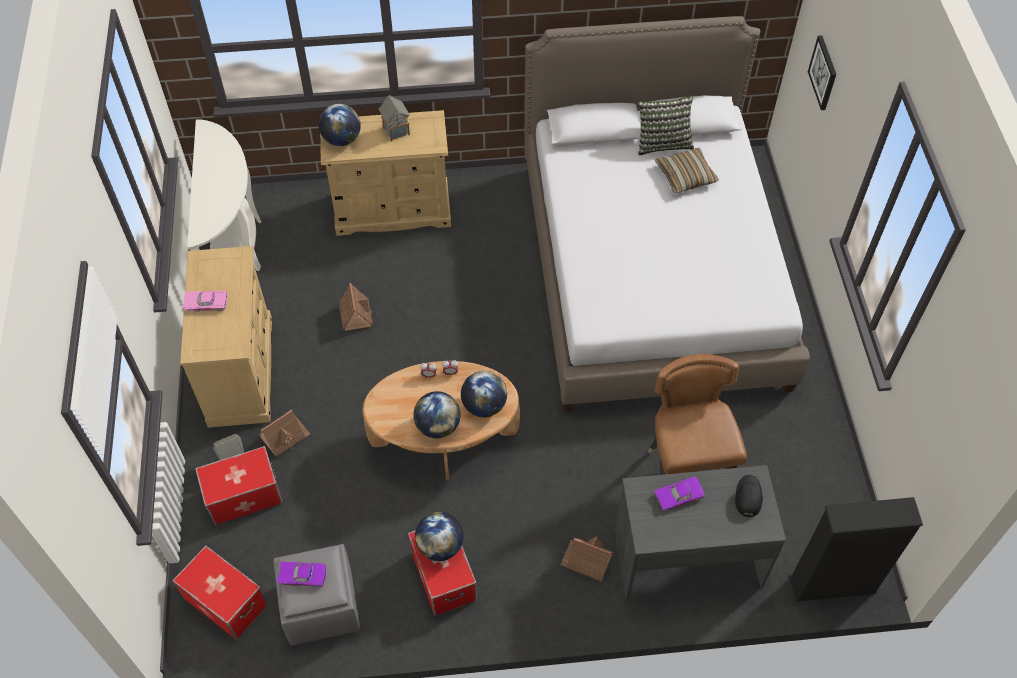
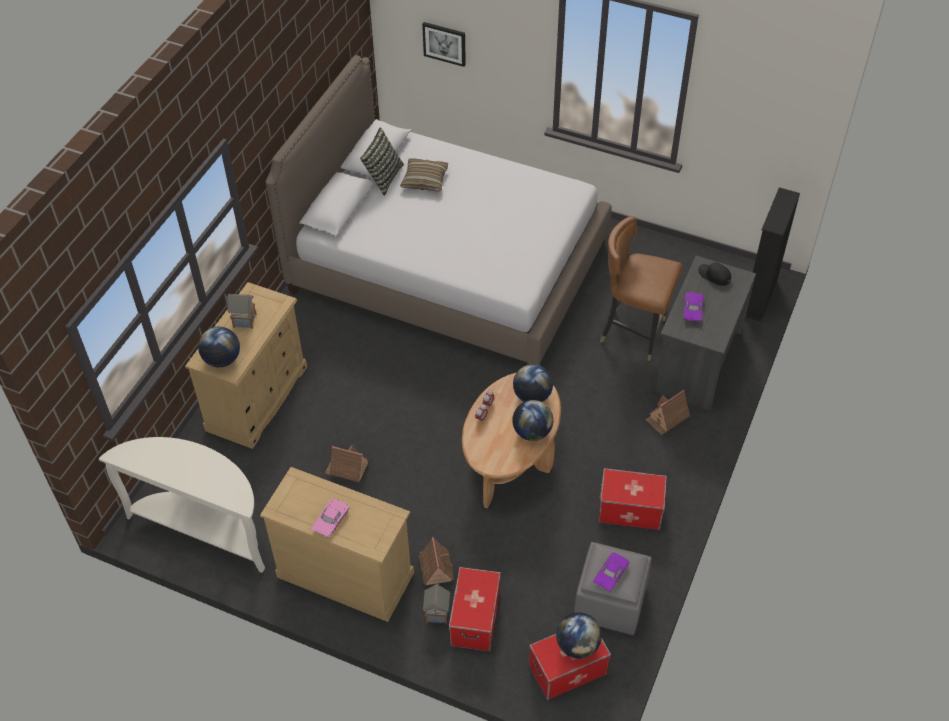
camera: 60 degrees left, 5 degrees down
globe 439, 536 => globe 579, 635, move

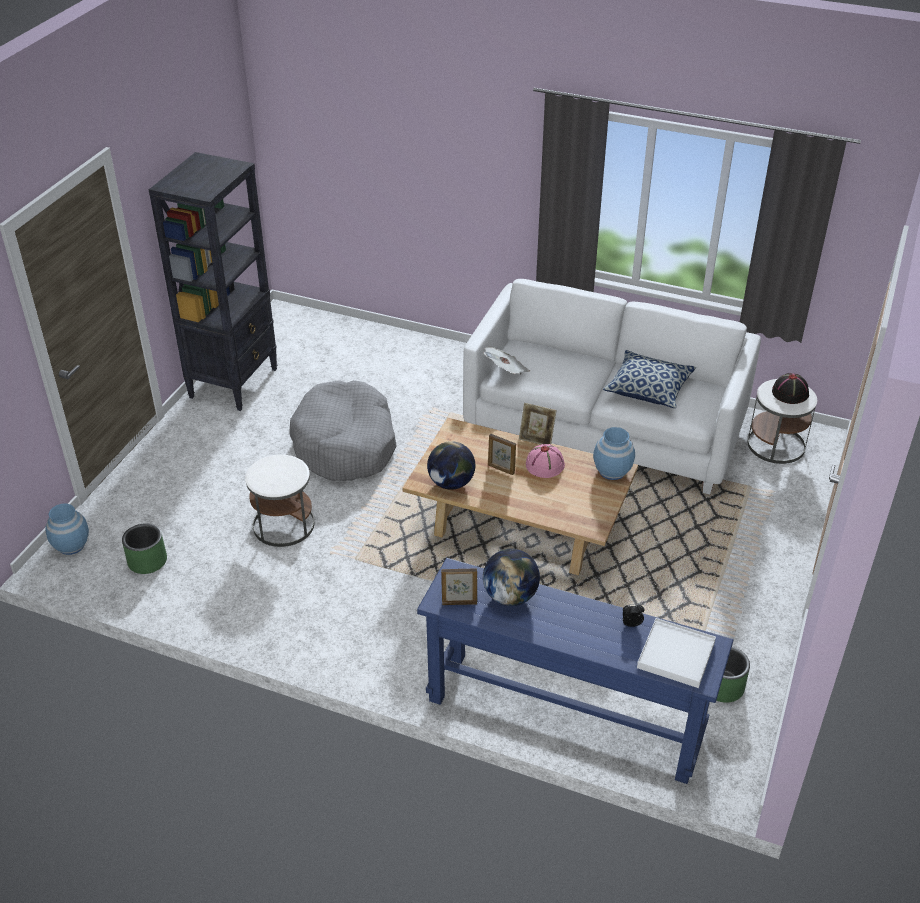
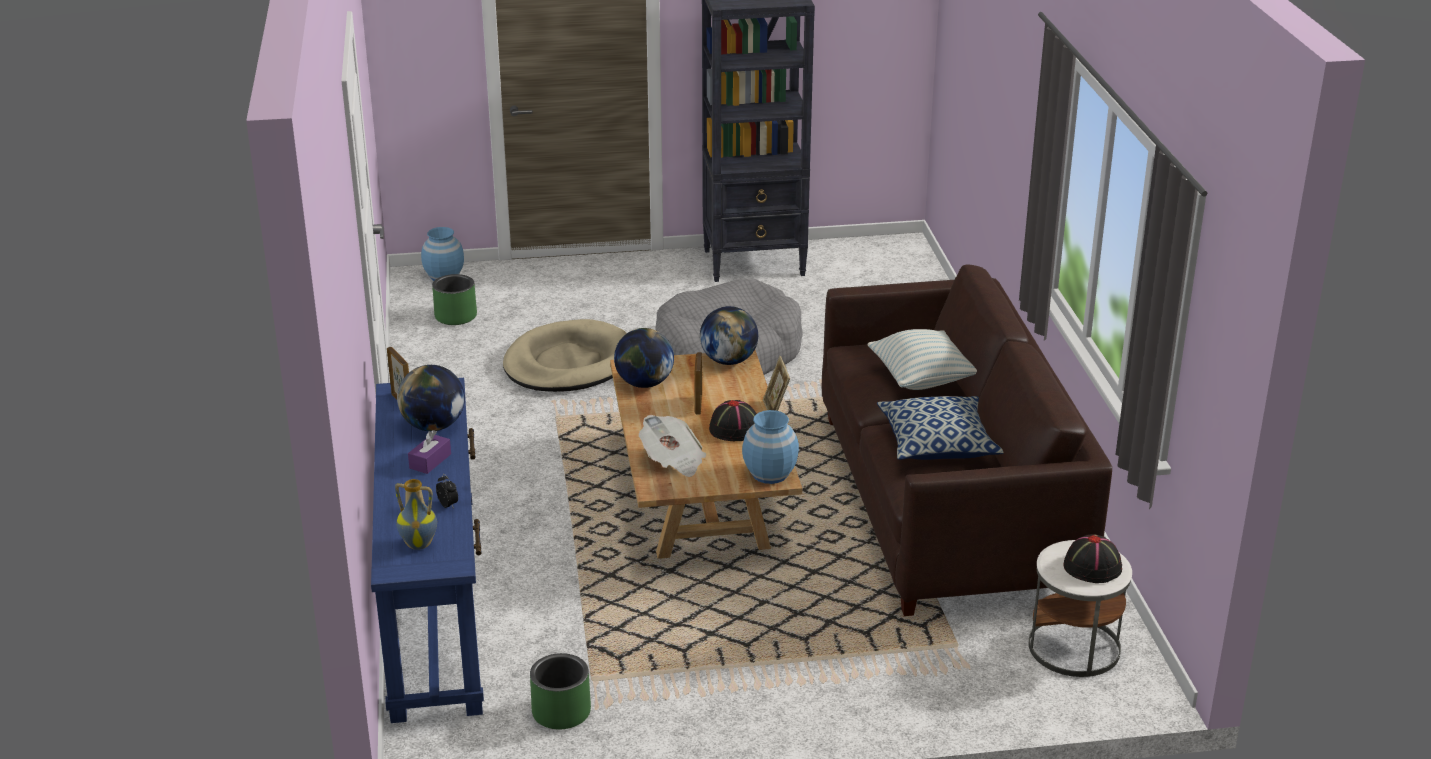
camera: 60 degrees right, 10 degrees down
carrying tray (whitish) 676, 653 => flower vase 416, 514
nothing => tissue holder (purplish) 429, 452
end table (whitish) 279, 501 => dog bed (sand-coloured) 565, 355
printed paper 506, 360 => printed paper 673, 446, move
nothing => globe 729, 335
clothing hat (pink) 545, 461 => clothing hat (blackish) 732, 420
settee (whitish) 612, 386 => settee (brownish) 967, 440
nothing => cushion 922, 359

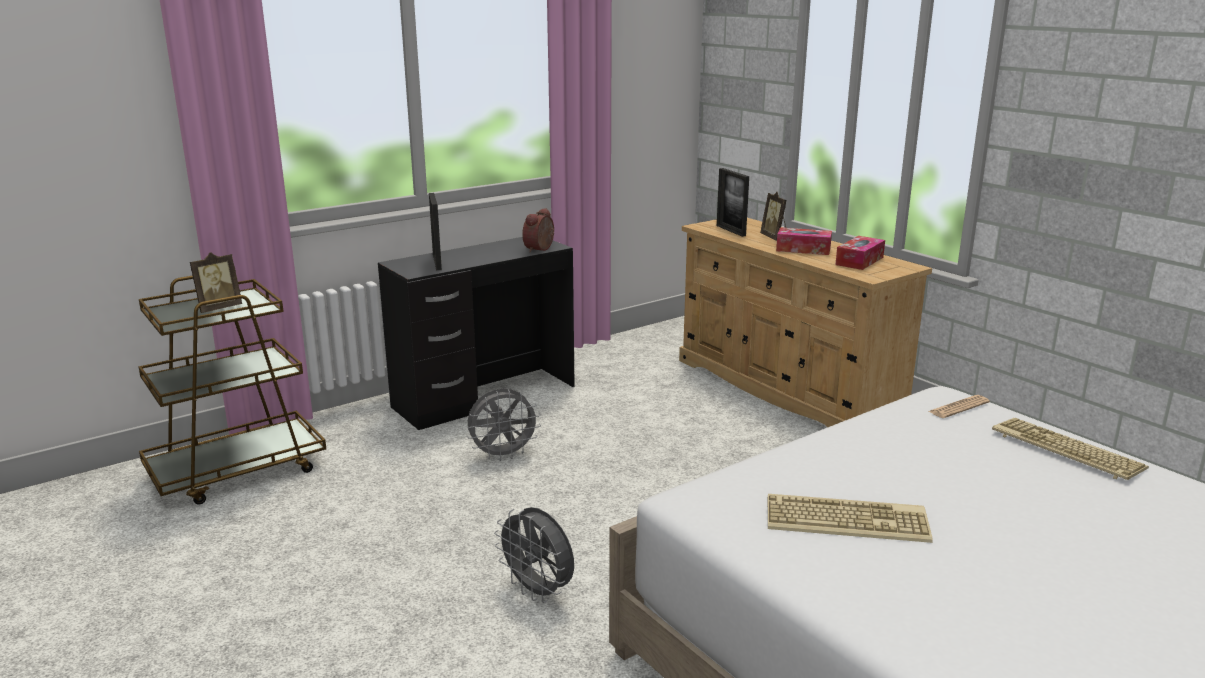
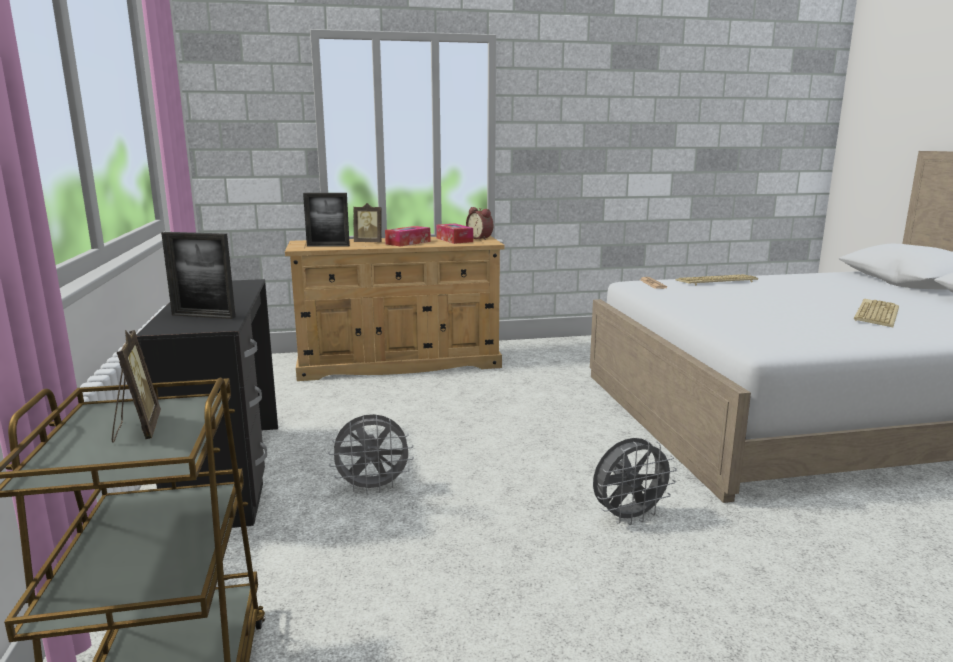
camera: 65 degrees left, 5 degrees down
fan (grey) 503, 424 => fan (grey) 371, 454, 75 degrees clockwise
bedside clock 538, 230 => bedside clock 479, 223, move
keyboard 850, 518 => keyboard 876, 313, move

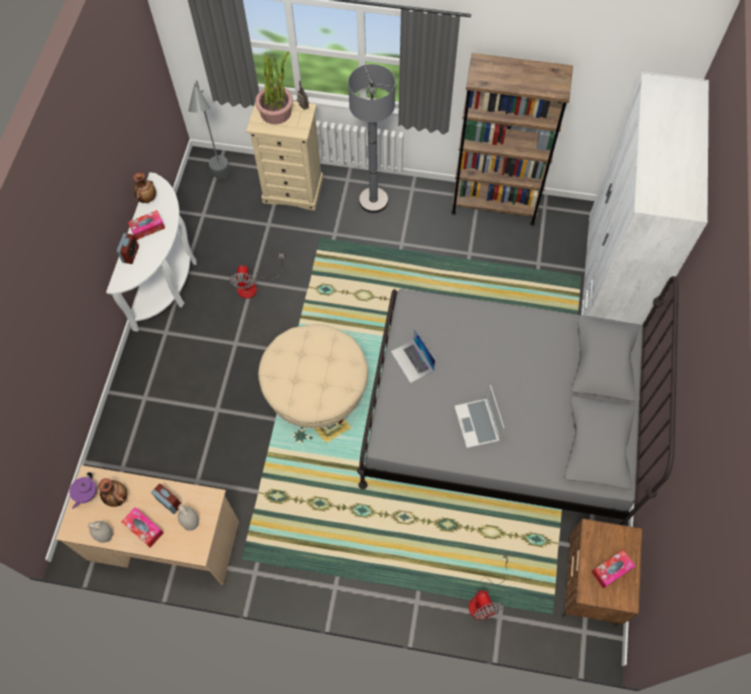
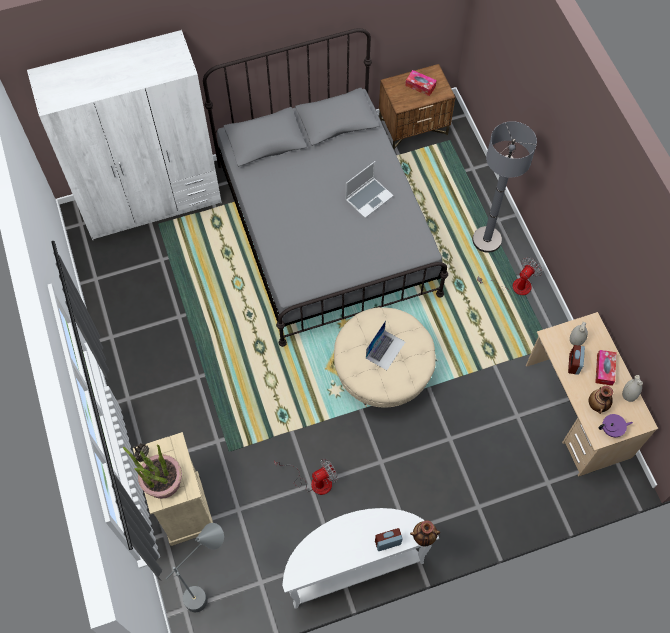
camera: 120 degrees left, 0 degrees up
portable computer 413, 355 => portable computer 385, 345, move
flower vase 144, 187 => flower vase 425, 533, move
standing lamp (grey) 371, 138 => standing lamp (grey) 504, 187, move
fan 489, 587 => fan 509, 277, move
tissue holder 146, 225 => nothing
shelving unit (brownish) 512, 139 => nothing

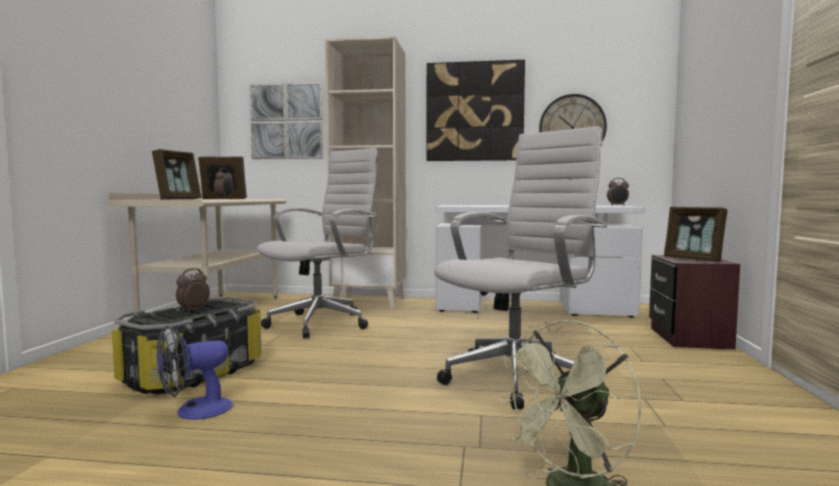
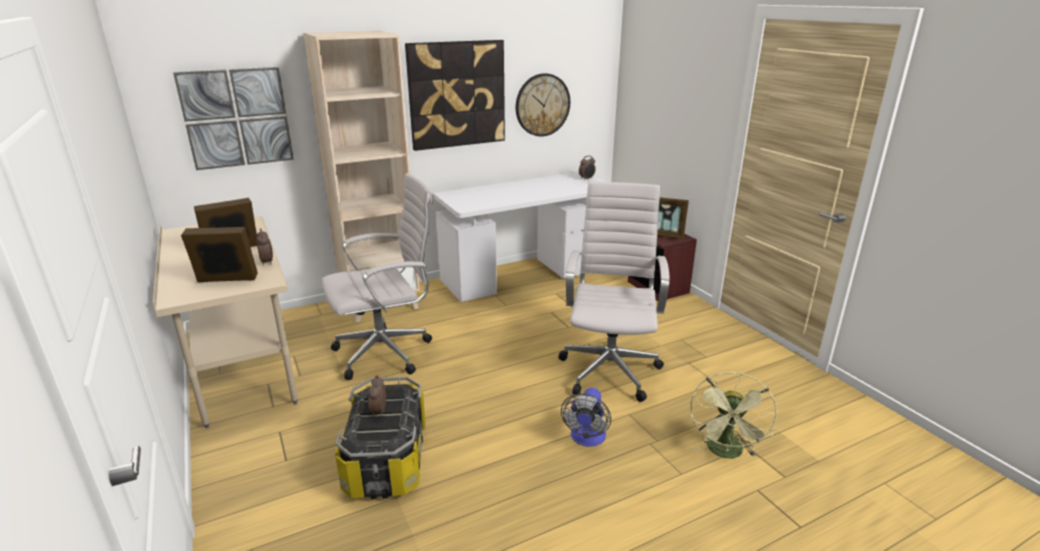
camera: 35 degrees left, 20 degrees up
photo frame 176, 174 => photo frame 219, 254, 75 degrees counterclockwise
desk chair (whitish) 317, 243 => desk chair (whitish) 377, 276, 60 degrees clockwise
fan 195, 372 => fan 586, 417, move

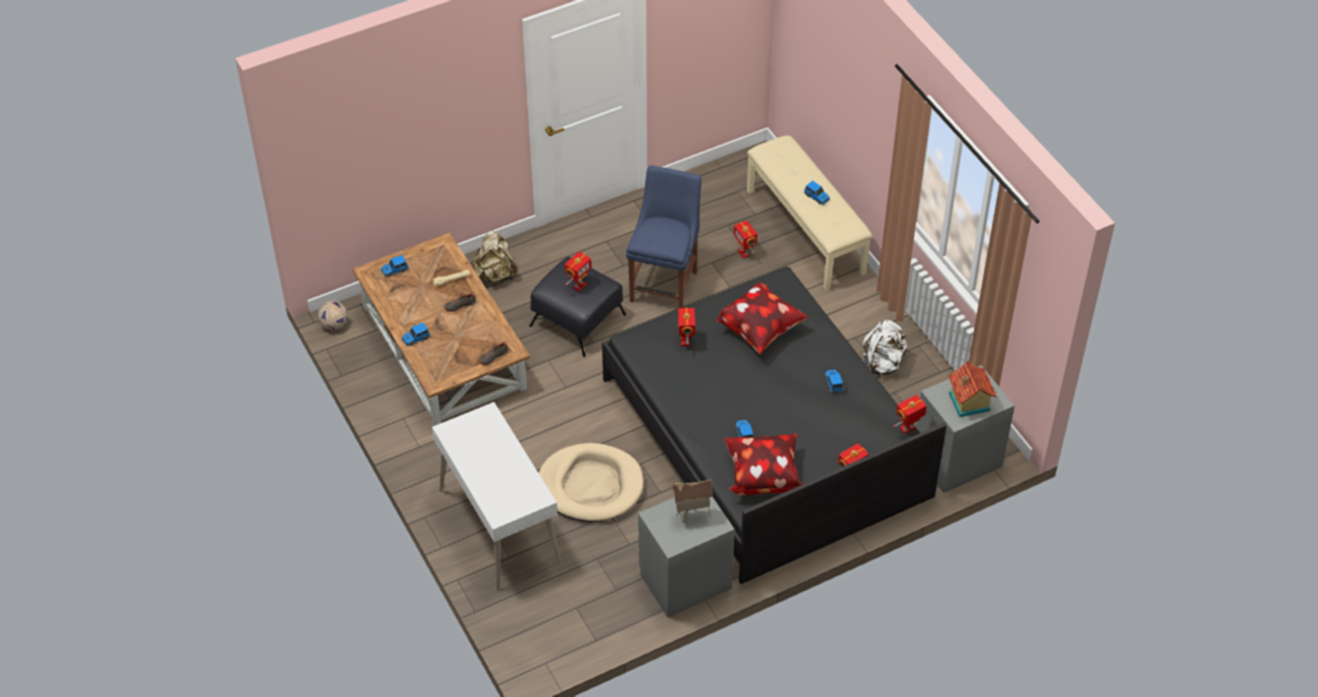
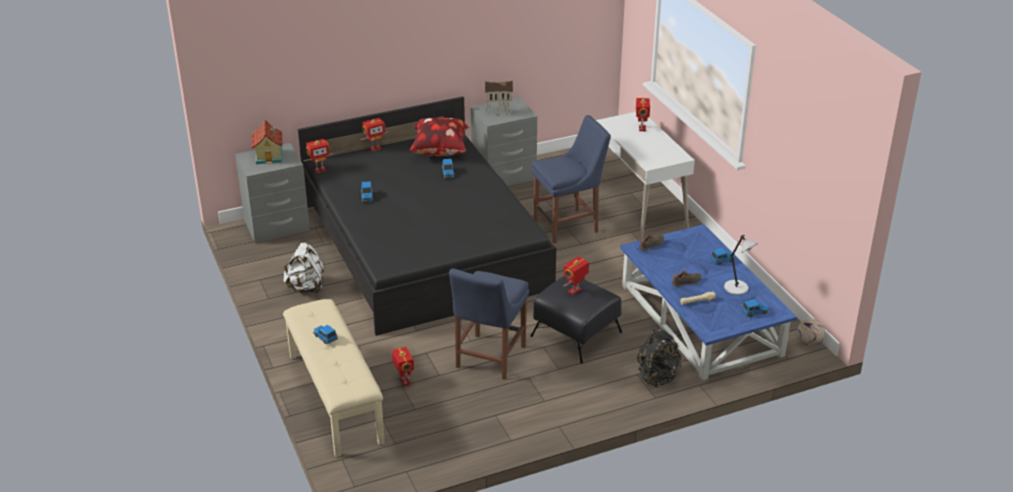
camera: 175 degrees left, 15 degrees down
dog bed (sand-coloured) 591, 482 => plain chair (bluish) 571, 179
low table (brownish) 441, 329 => low table (bluish) 708, 302
toy robot 687, 326 => toy robot 643, 114, move
knapsack (sand-coloured) 495, 257 => knapsack (blackish) 659, 358
nothing => tabletop lamp (grey) 741, 265
cushion 762, 318 => nothing

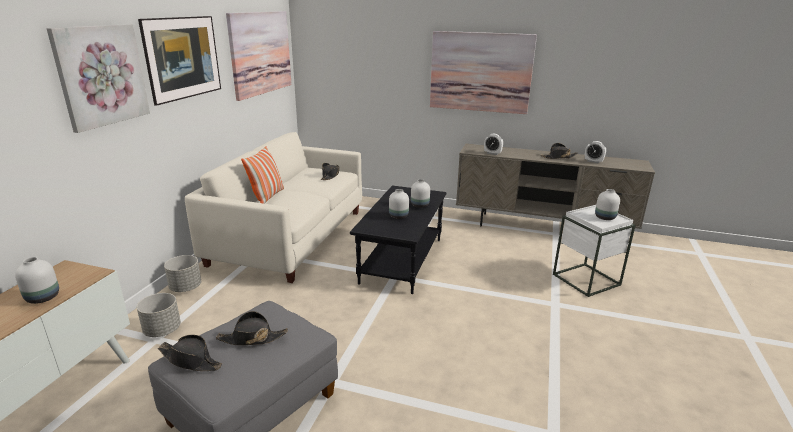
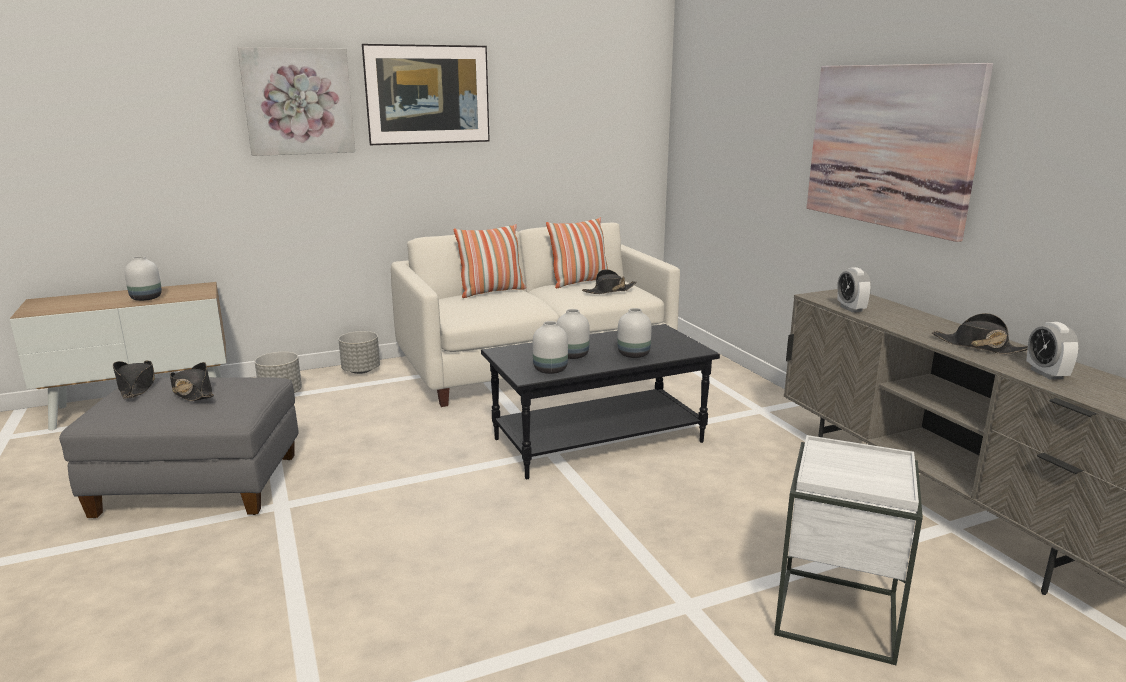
camera: 50 degrees right, 5 degrees down
flower vase (whitish) 607, 204 => flower vase (whitish) 550, 347, move
nothing => cushion 577, 252
picture 259, 56 => nothing

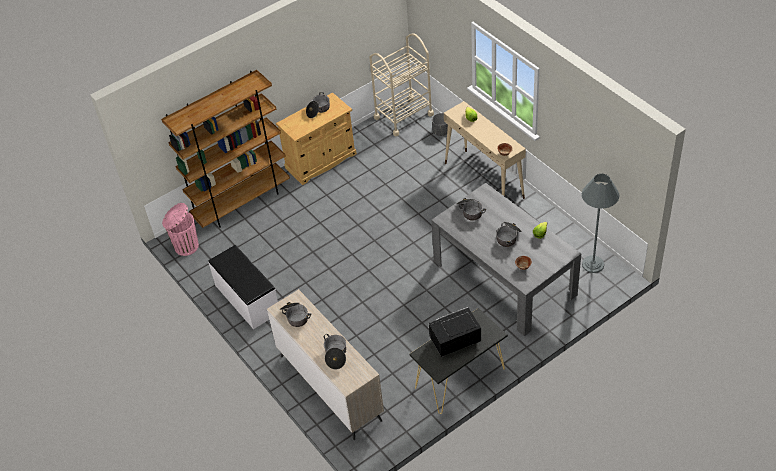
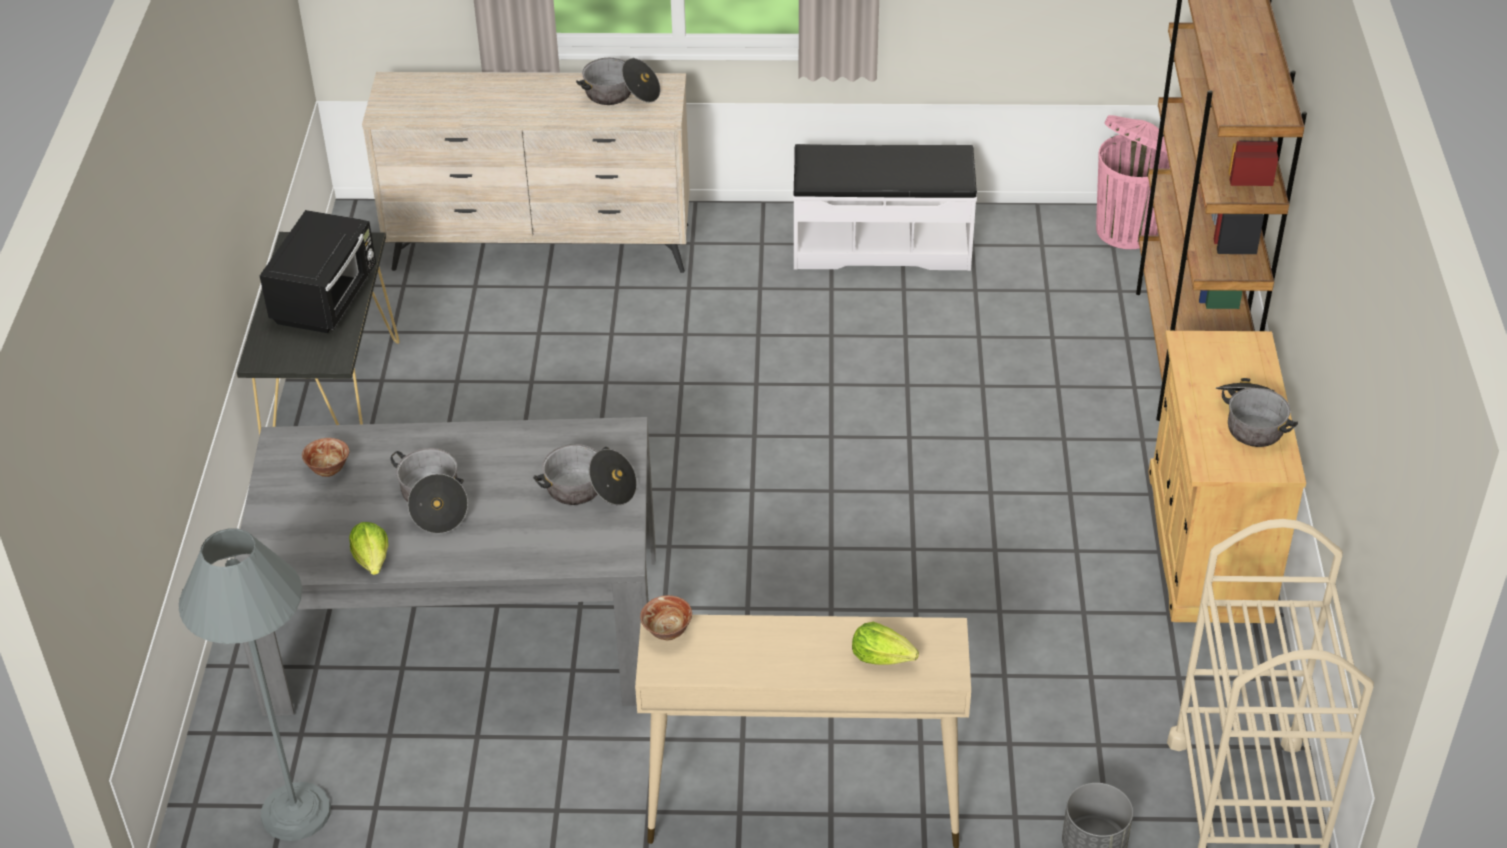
camera: 125 degrees right, 5 degrees down
cooking pot 335, 351 => nothing

